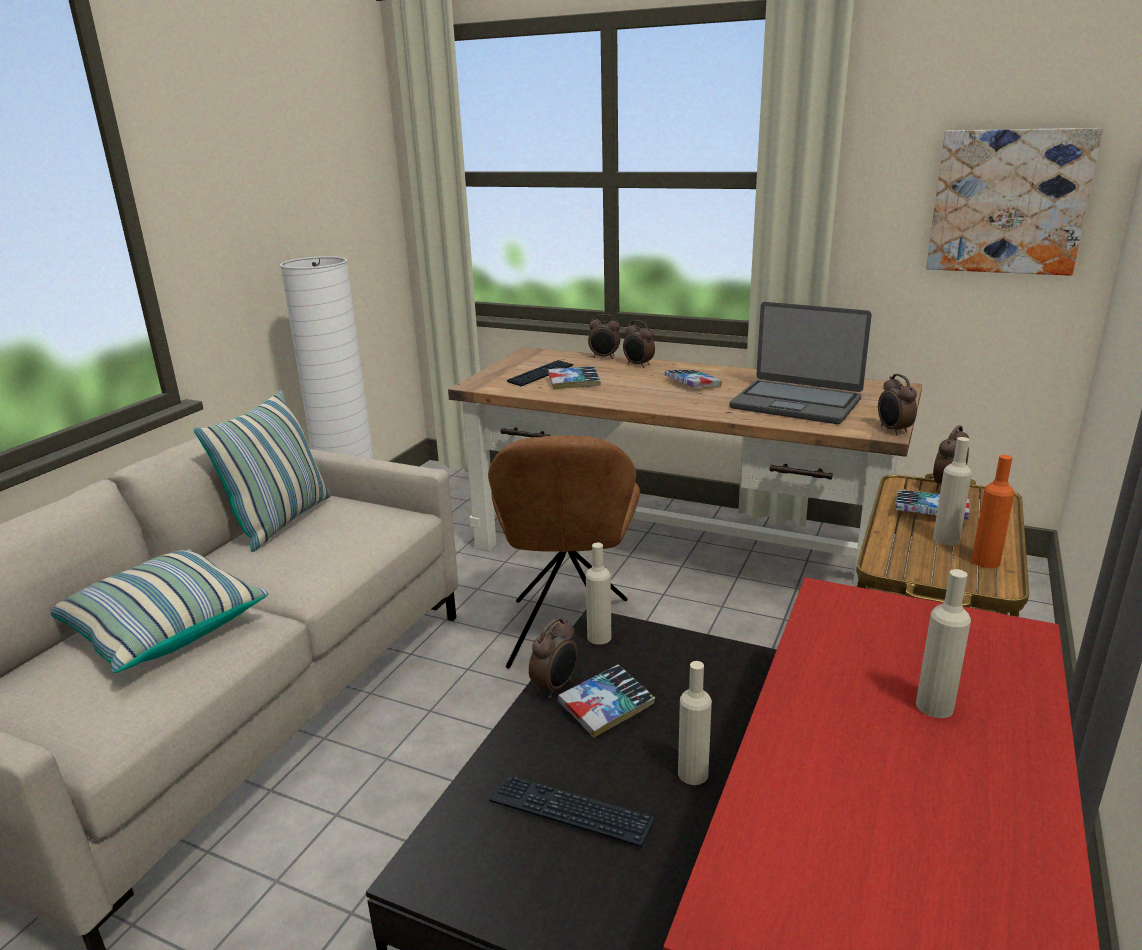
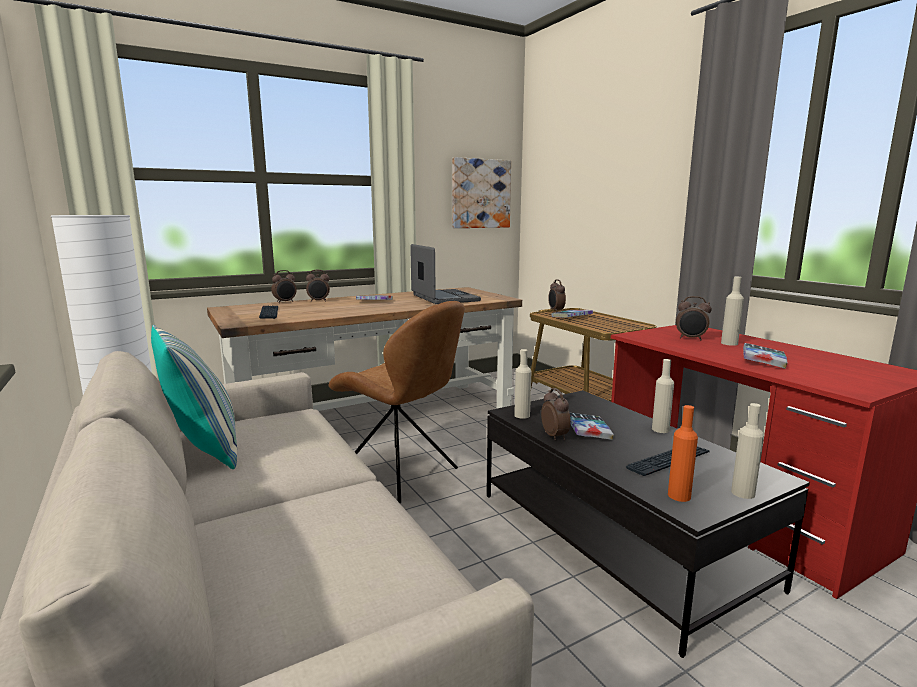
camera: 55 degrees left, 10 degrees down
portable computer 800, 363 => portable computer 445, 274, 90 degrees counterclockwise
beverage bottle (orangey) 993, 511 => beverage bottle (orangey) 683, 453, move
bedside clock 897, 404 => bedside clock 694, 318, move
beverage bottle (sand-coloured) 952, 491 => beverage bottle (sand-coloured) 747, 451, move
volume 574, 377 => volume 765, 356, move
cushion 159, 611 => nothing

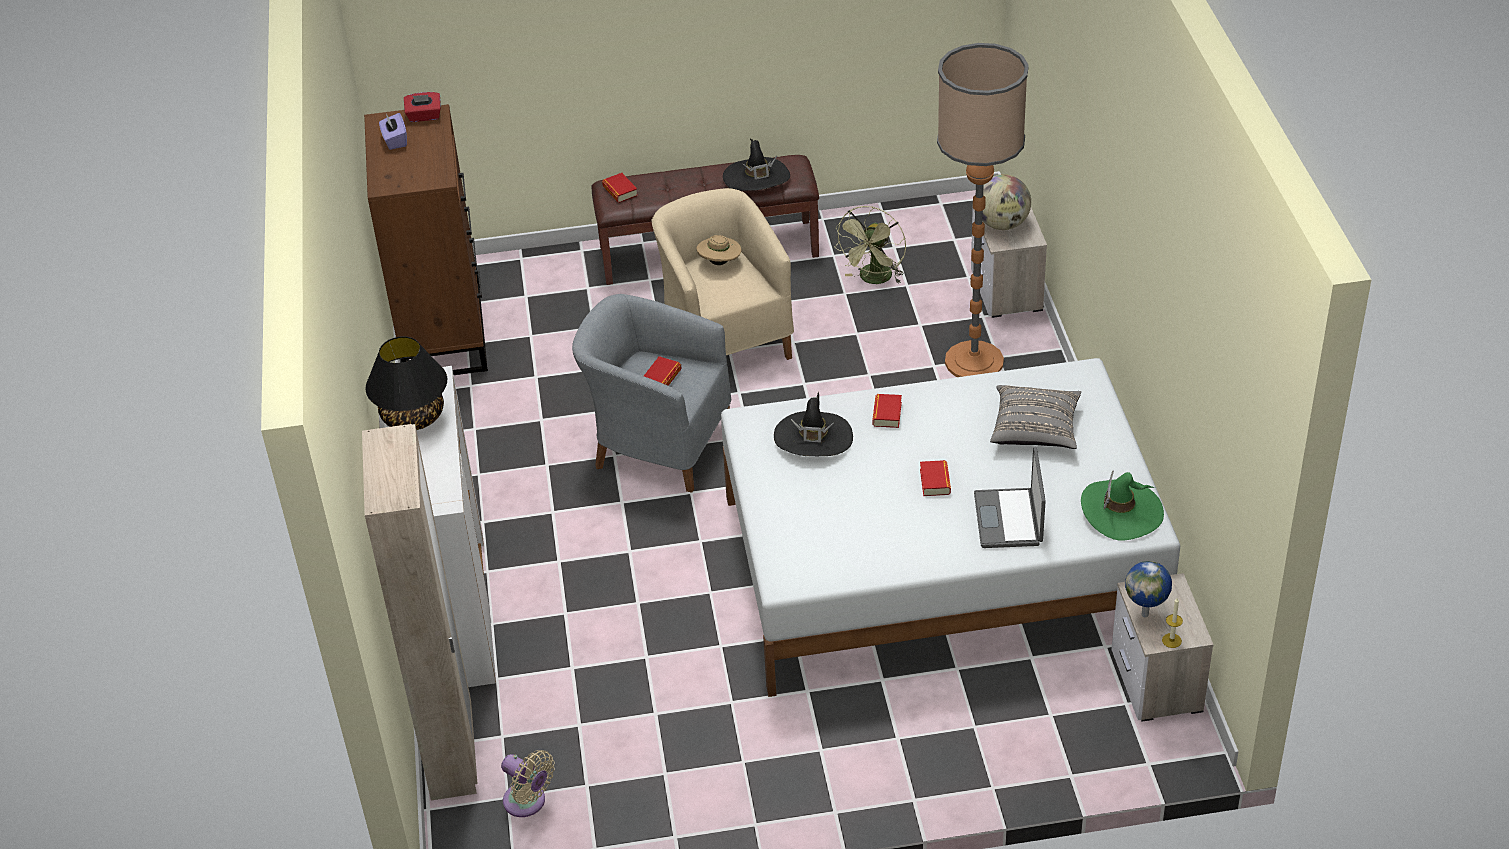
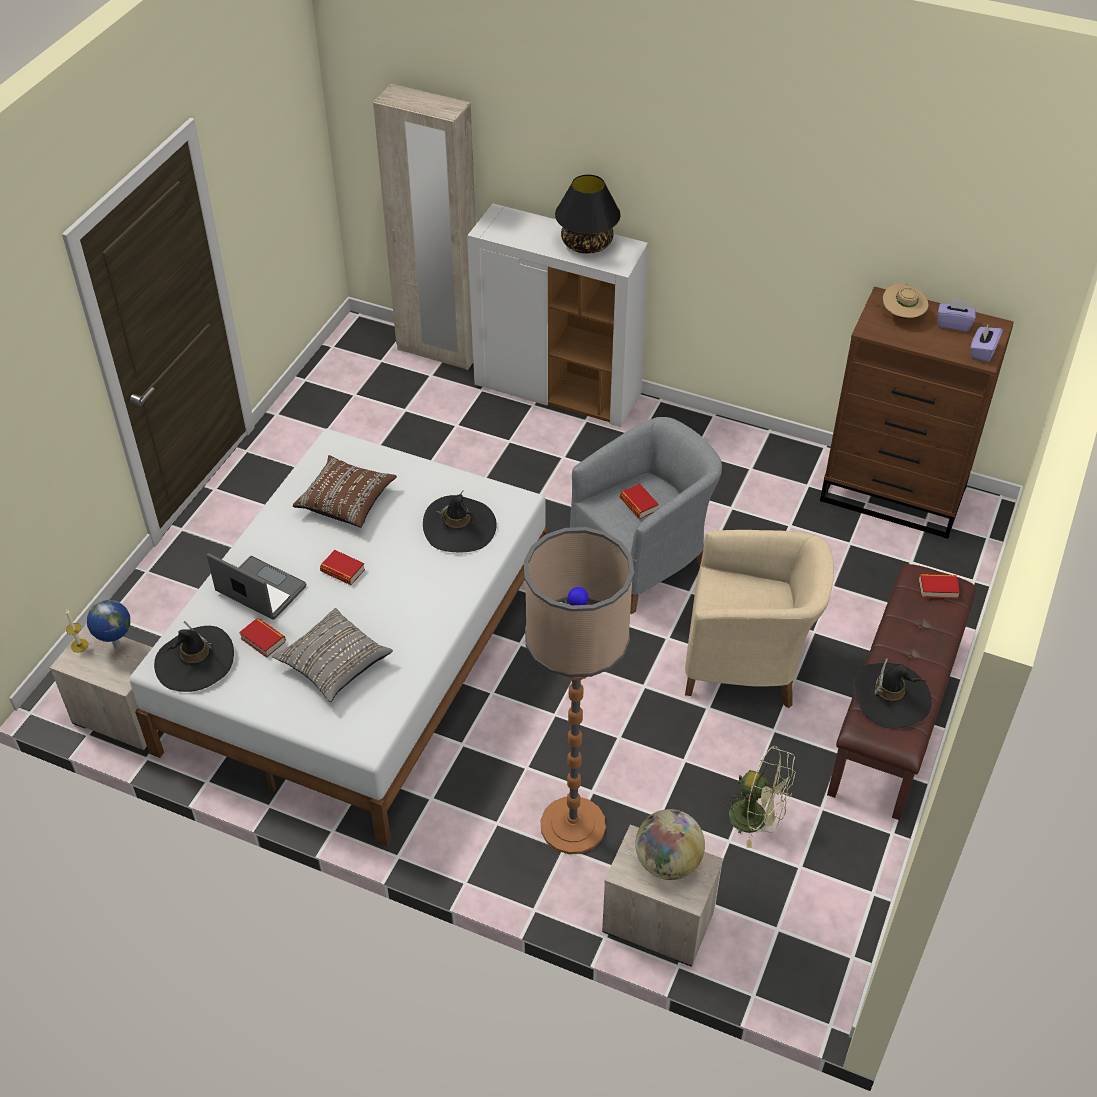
camera: 120 degrees right, 5 degrees up
clothing hat (green-coloured) 1122, 506 => clothing hat (blackish) 194, 656
volume 887, 411 => volume 262, 638, move
nothing => cushion (brownish) 345, 491
fan (green-coloured) 870, 245 => fan (green-coloured) 759, 796, 150 degrees clockwise
clothing hat (sand-coloured) 718, 250 => clothing hat (sand-coloured) 905, 301, move
tissue holder (red-coloured) 422, 107 => tissue holder (purplish) 986, 343
fan (sand-coloured) 528, 783 => nothing

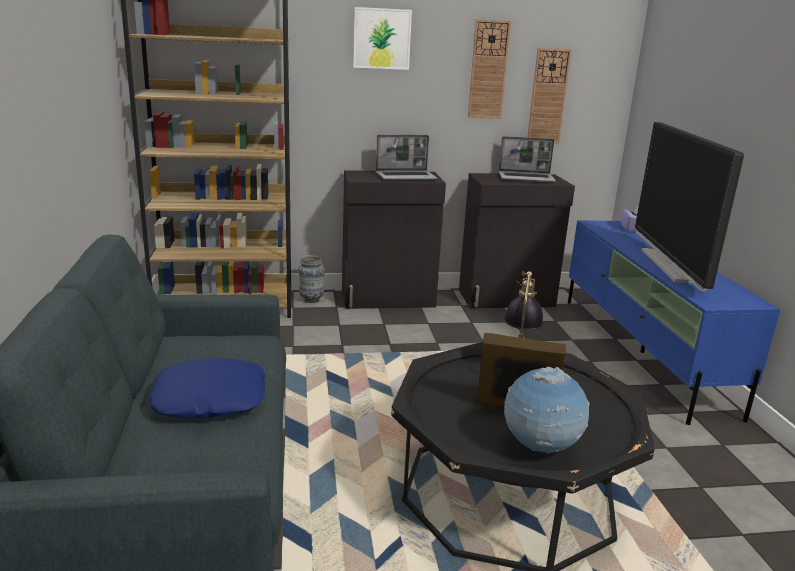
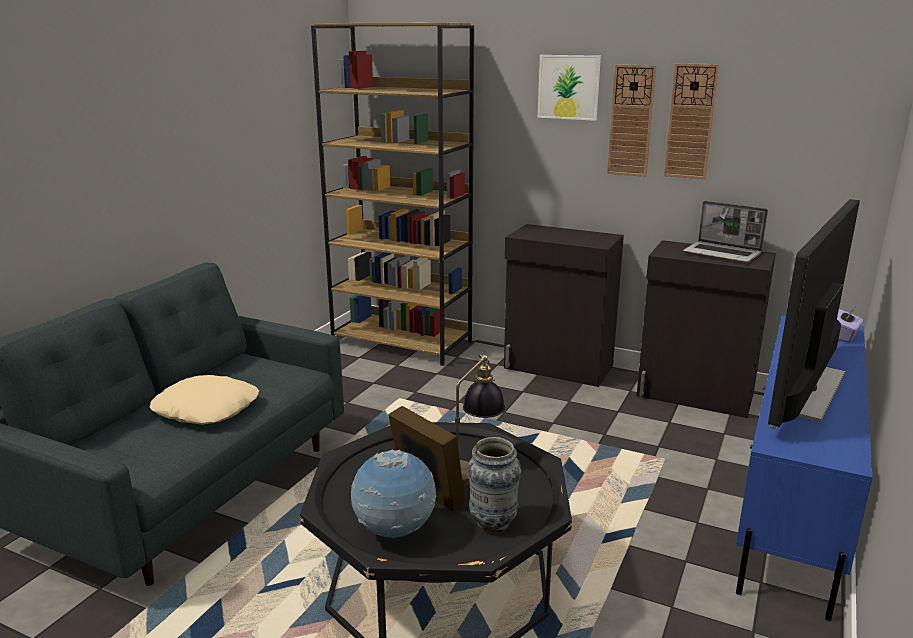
camera: 35 degrees right, 0 degrees up
cushion (bluish) 207, 388 => cushion (sand-coloured) 204, 400
flower vase 311, 279 => flower vase 494, 484, move
wall clock 549, 95 => wall clock 632, 120, move
portable computer 406, 157 => nothing

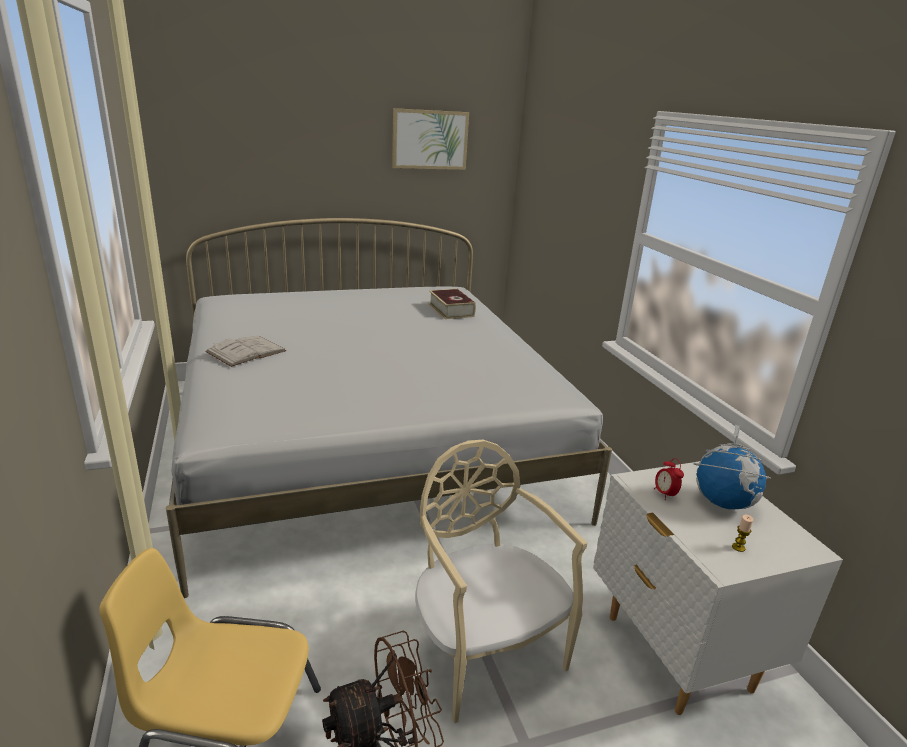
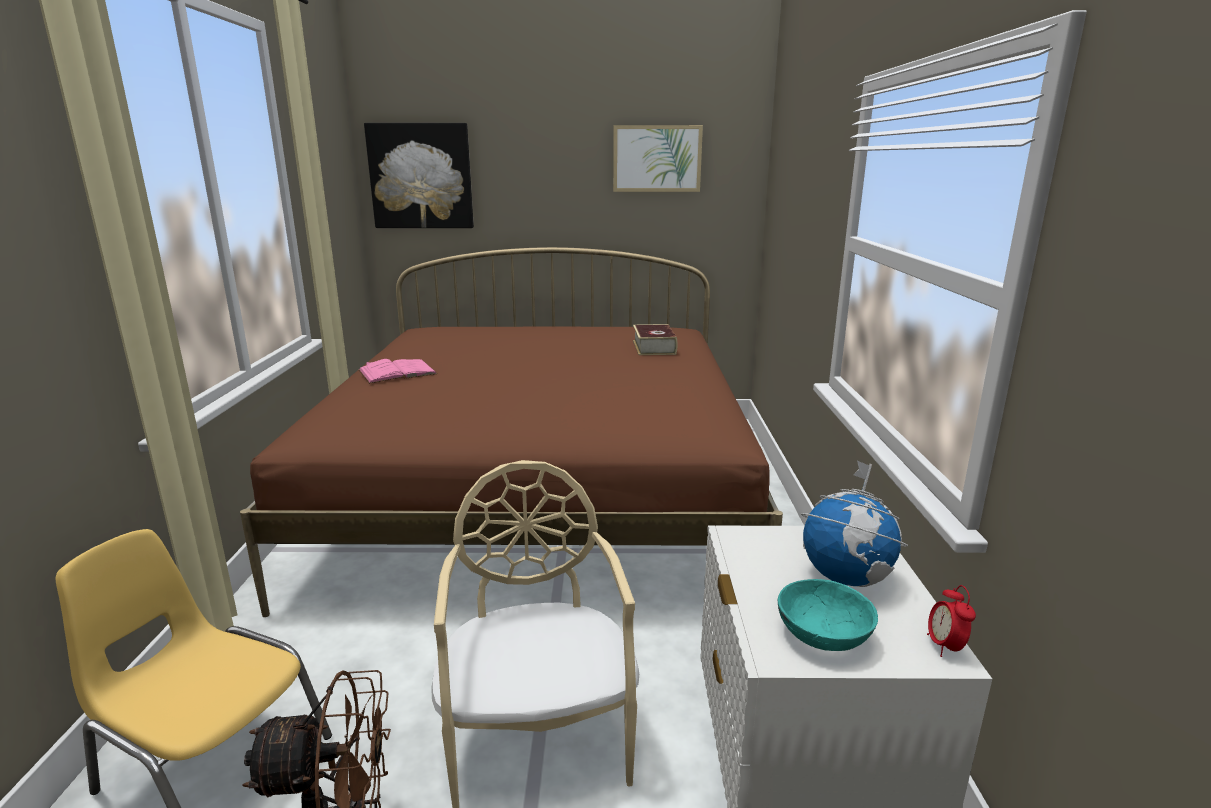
camera: 20 degrees right, 5 degrees down
bed (whitish) 389, 408 => bed (brownish) 511, 432
volume (whitish) 245, 351 => volume (pink) 397, 371
nothing => picture 419, 175
candle 742, 533 => deep dish (turquoise) 828, 615
bedside clock 669, 479 => bedside clock 951, 621, move

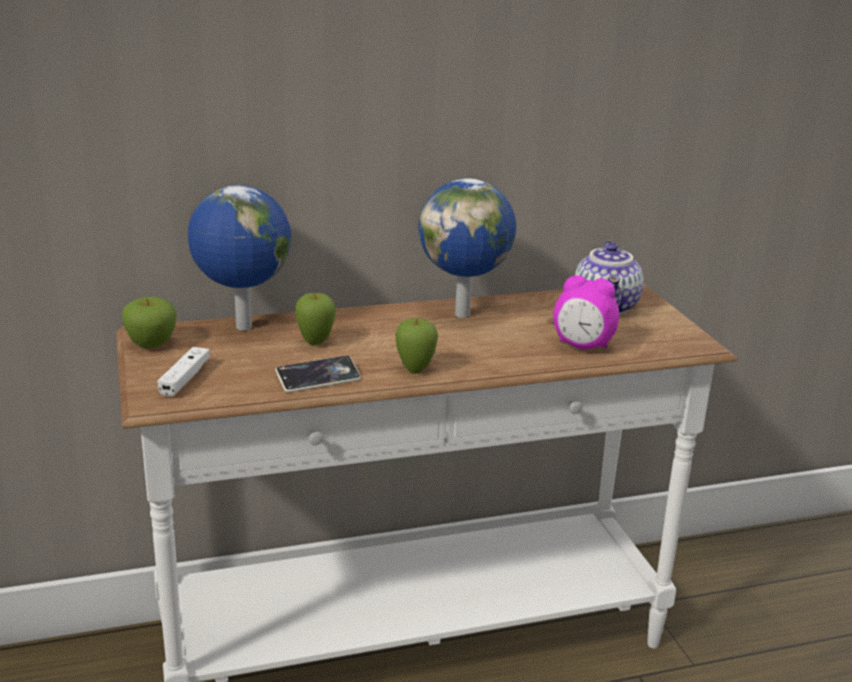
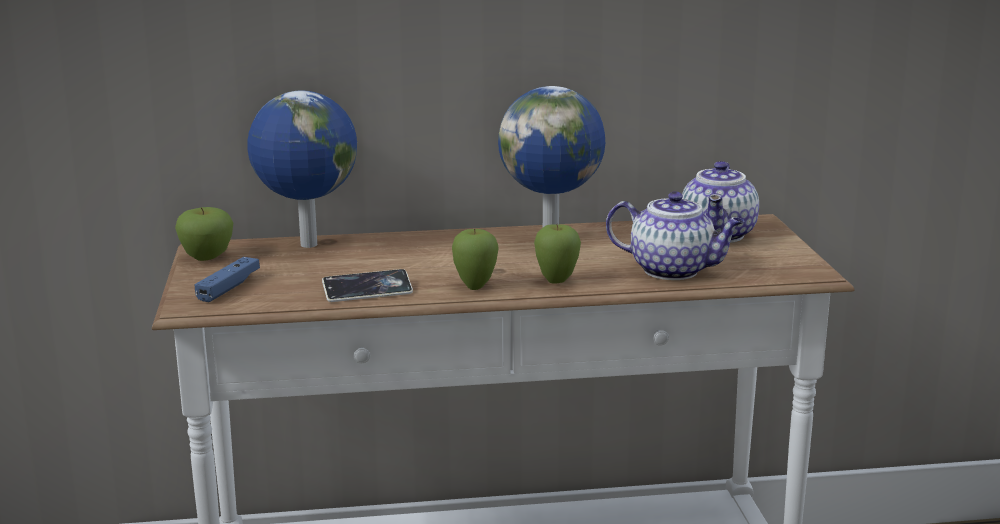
camera: 10 degrees right, 5 degrees down
joypad (whitish) 183, 372 => joypad (bluish) 227, 279
whole apple 315, 319 => whole apple 557, 254, move
bedside clock 586, 312 => teapot 675, 235

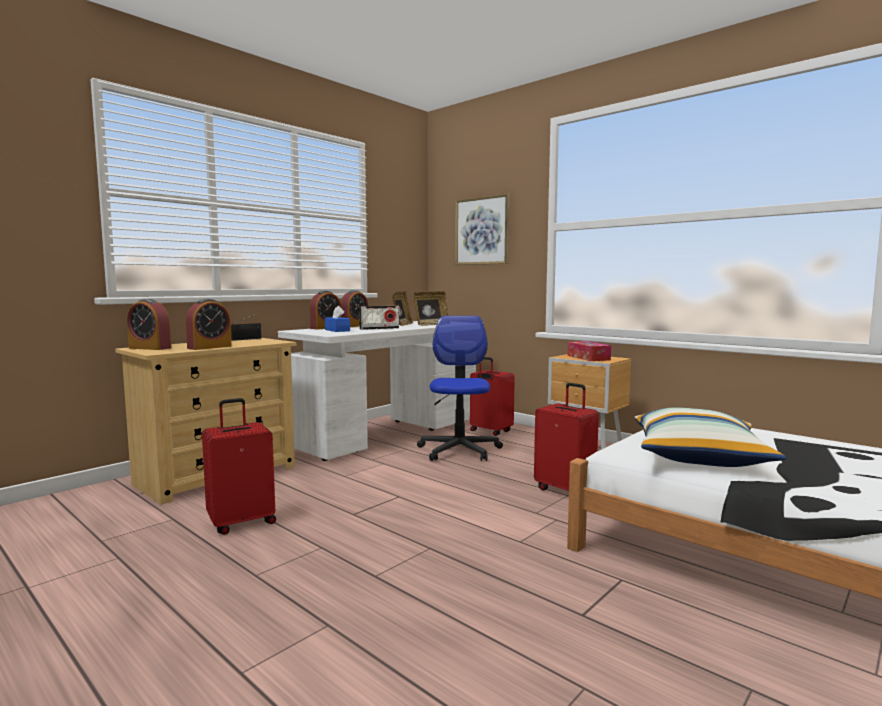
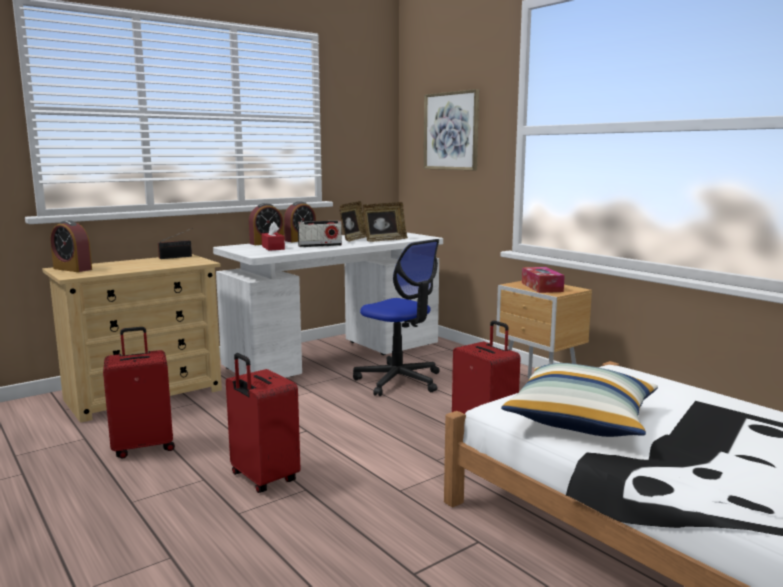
camera: 10 degrees right, 5 degrees up
piece of luggage (red-coloured) 492, 396 => piece of luggage (red-coloured) 263, 423, move
tissue holder (bluish) 337, 319 => tissue holder (red-coloured) 273, 236
desk chair 460, 388 => desk chair 396, 317, 120 degrees clockwise
bedside clock 209, 324 => nothing

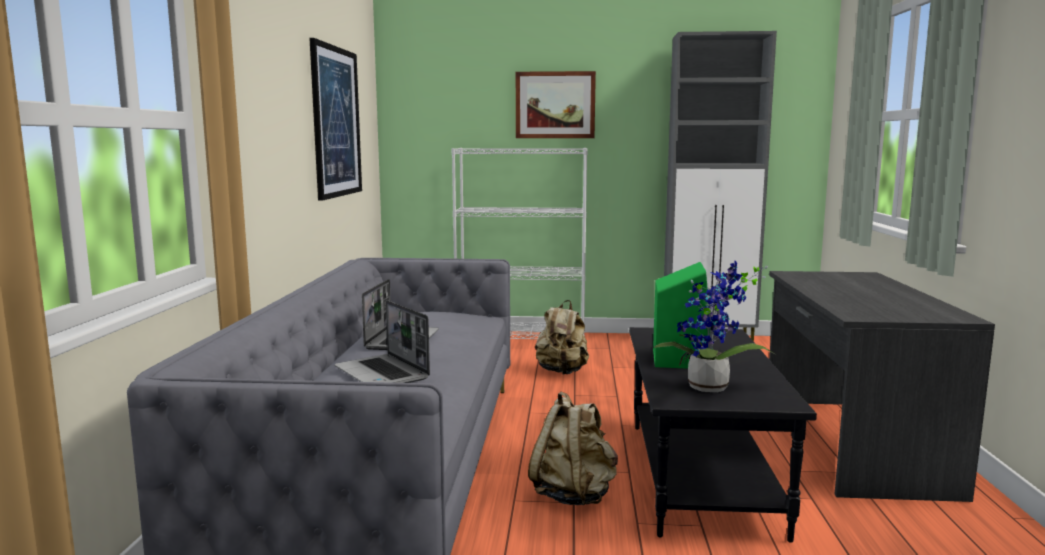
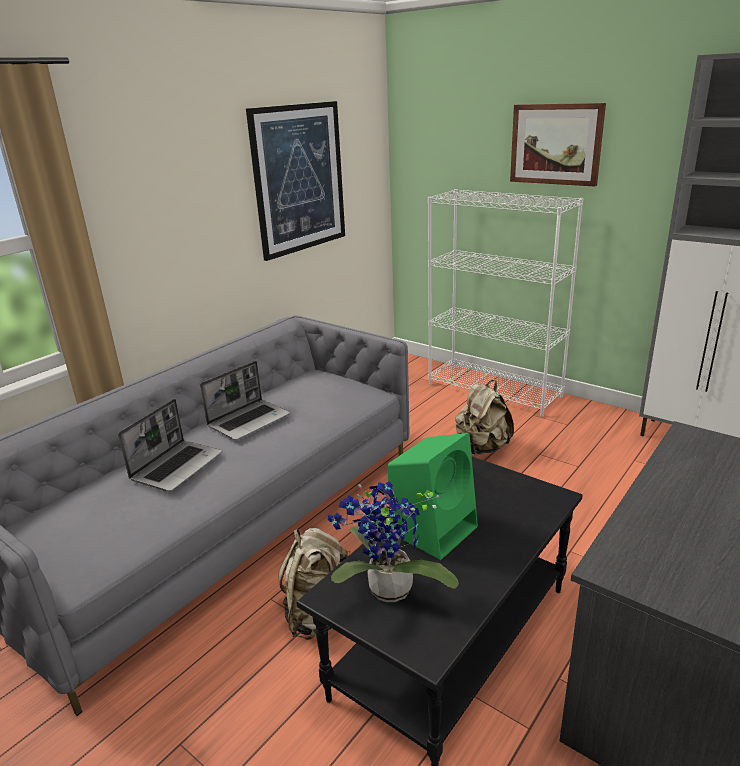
camera: 35 degrees right, 15 degrees up
portable computer 382, 341 => portable computer 170, 445, 150 degrees counterclockwise

